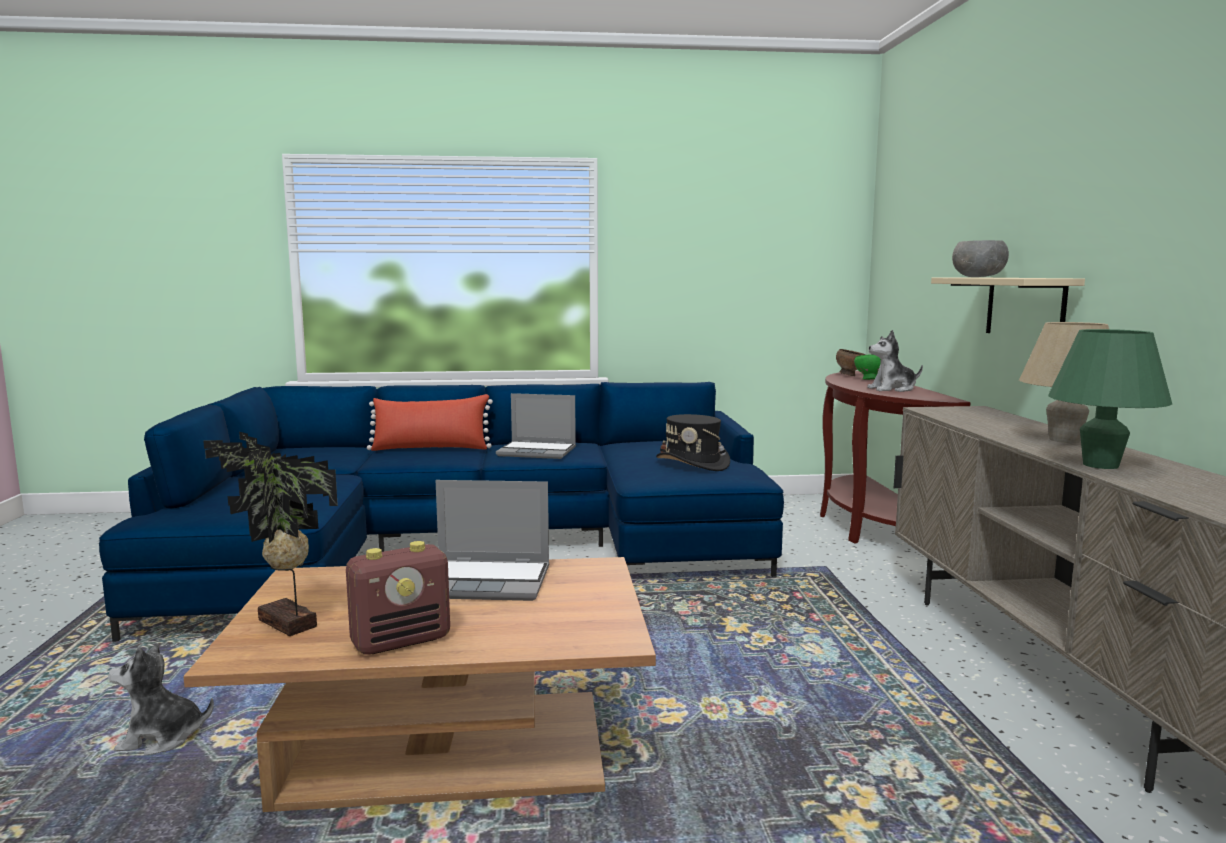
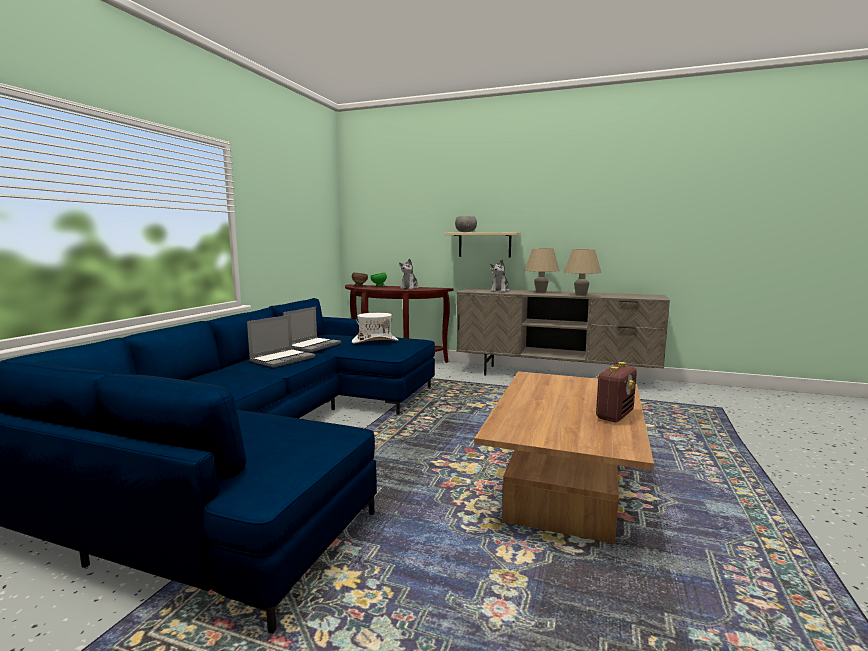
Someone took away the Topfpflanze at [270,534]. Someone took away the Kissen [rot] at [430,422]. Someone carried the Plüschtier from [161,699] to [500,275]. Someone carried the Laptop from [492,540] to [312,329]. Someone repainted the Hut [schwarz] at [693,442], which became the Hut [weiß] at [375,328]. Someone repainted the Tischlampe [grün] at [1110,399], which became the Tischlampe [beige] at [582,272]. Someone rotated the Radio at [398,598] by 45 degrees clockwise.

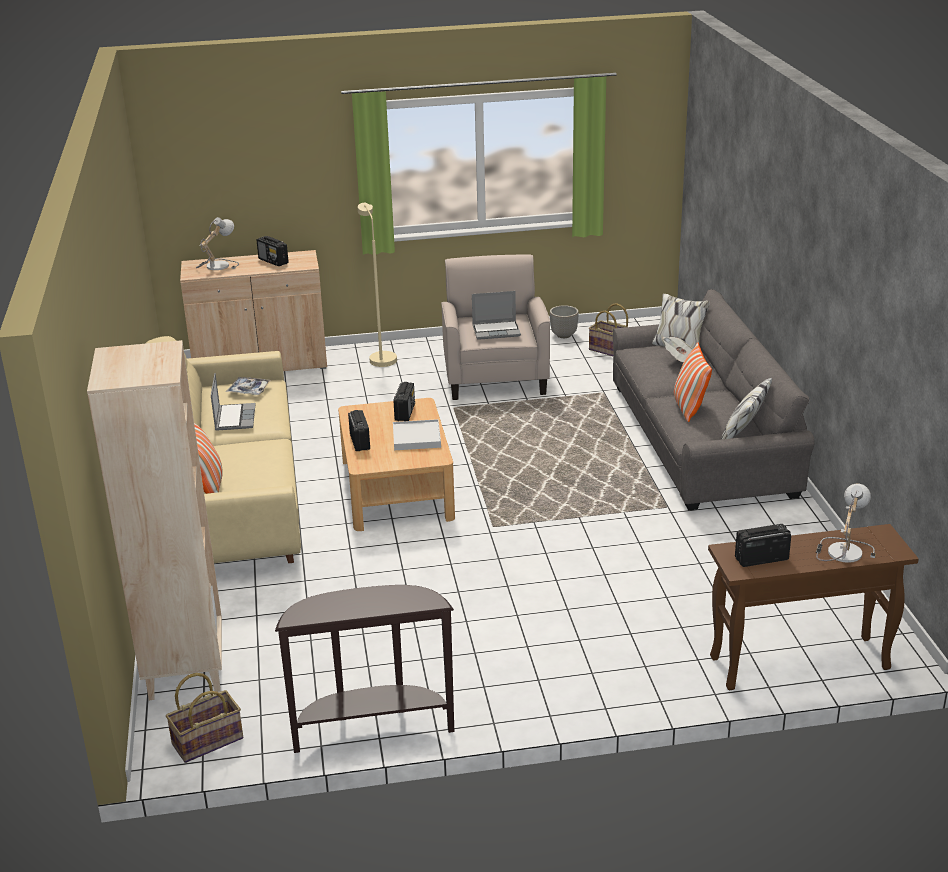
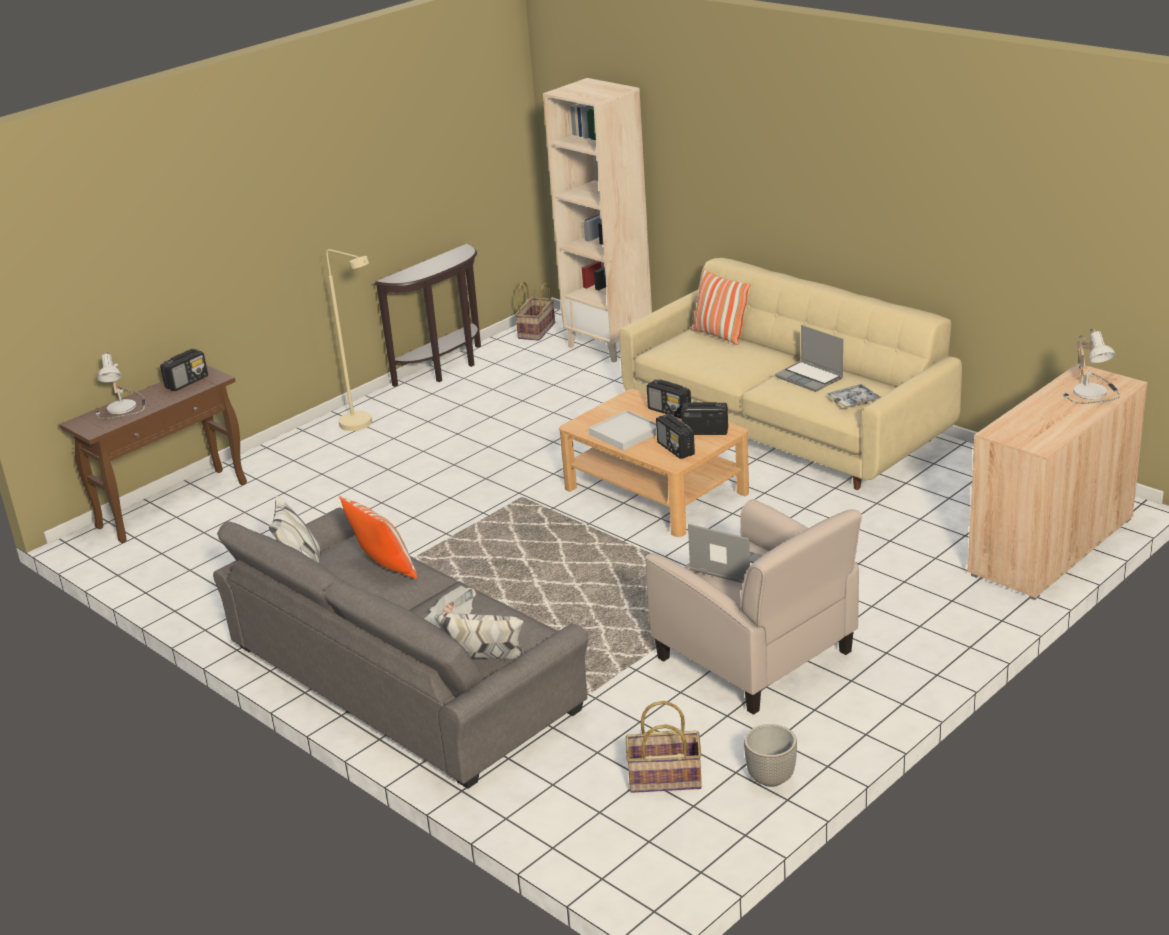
Someone carried the Radio from [273,251] to [704,418]. Someone carried the Stehlampe [beige] from [377,284] to [349,340]. Someone rotated the Laptop at [496,315] by 75 degrees clockwise.

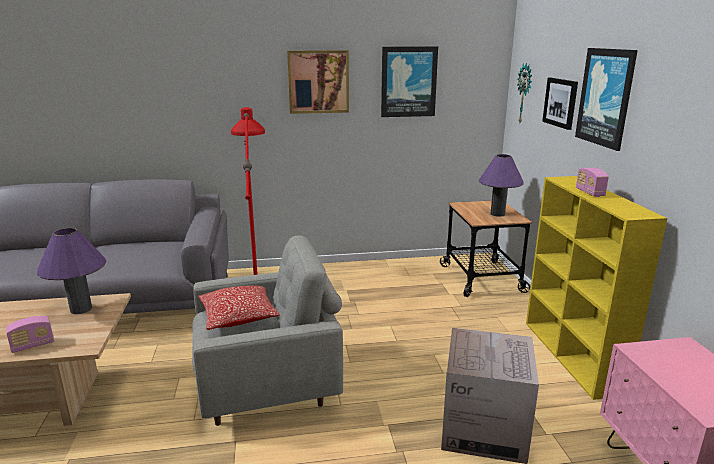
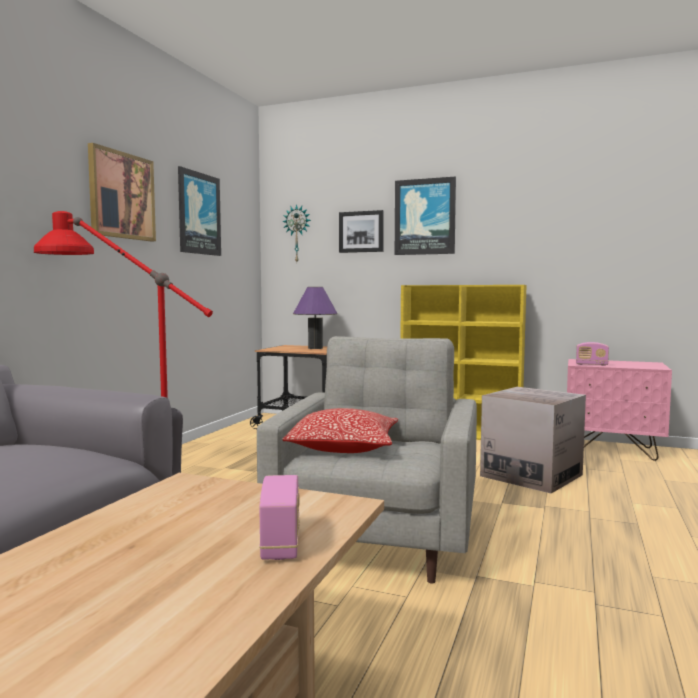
Someone took away the Tischlampe [lila] at [71,271]. Someone carried the Radio from [592,182] to [592,354].

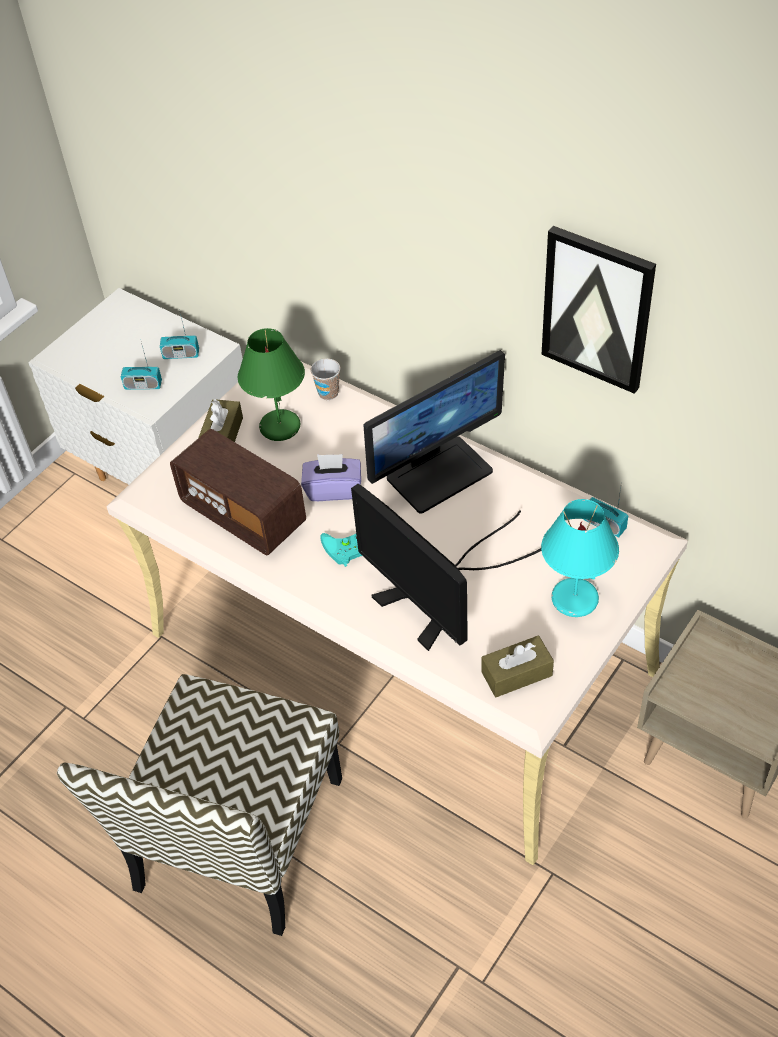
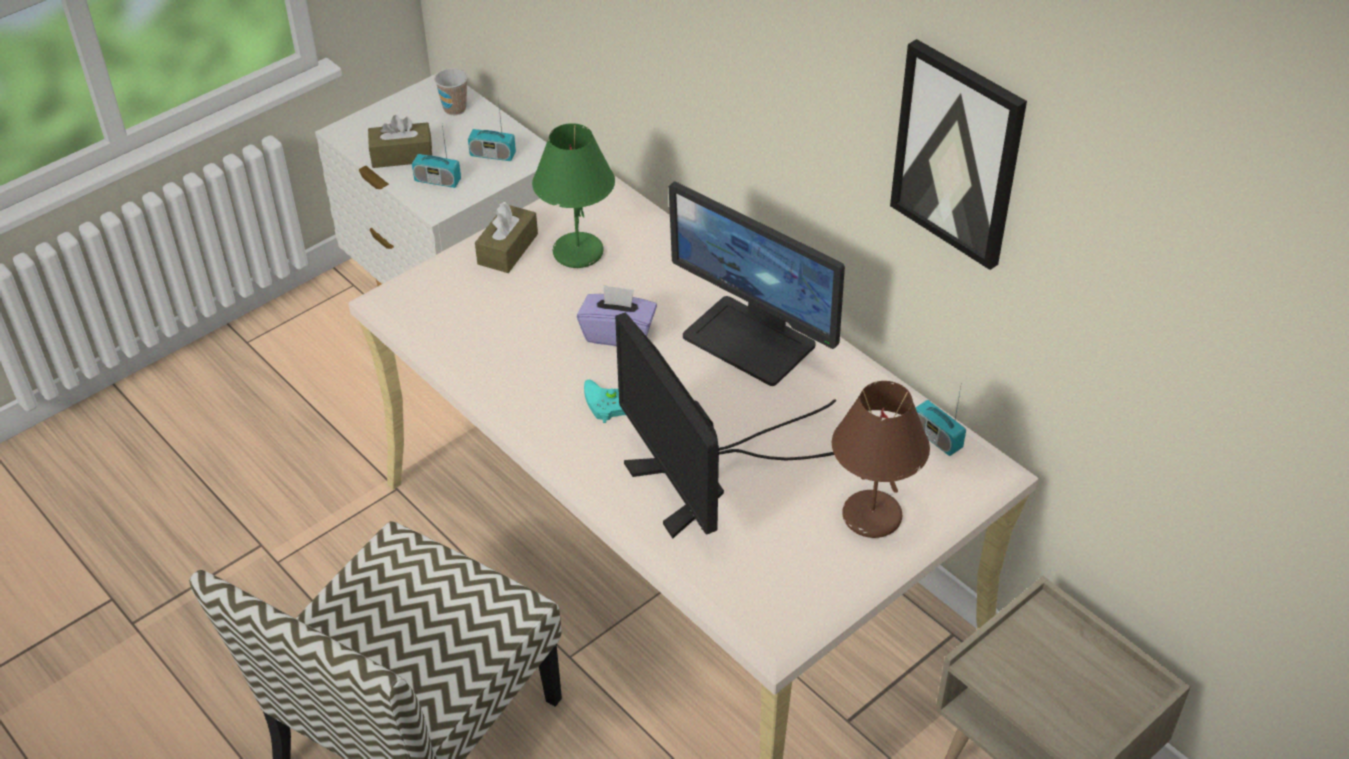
Someone took away the Radio at [238,492]. Someone carried the Tasse from [325,379] to [451,91]. Someone carried the Taschentuchbox [braun] from [517,666] to [400,141]. Someone repainted the Tischlampe [türkis] at [580,558], which became the Tischlampe [braun] at [881,459]. Someone rotated the Monitor at [434,432] by 60 degrees clockwise.

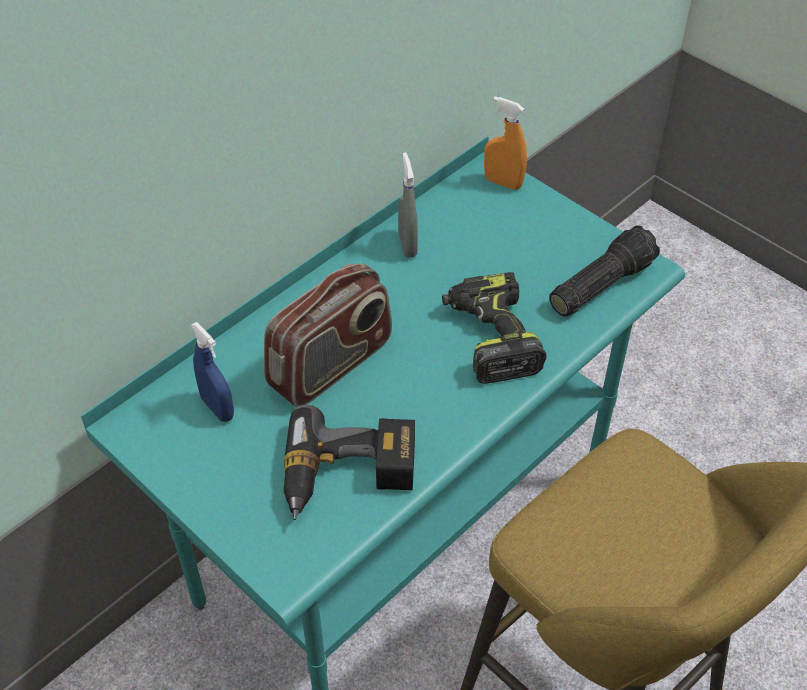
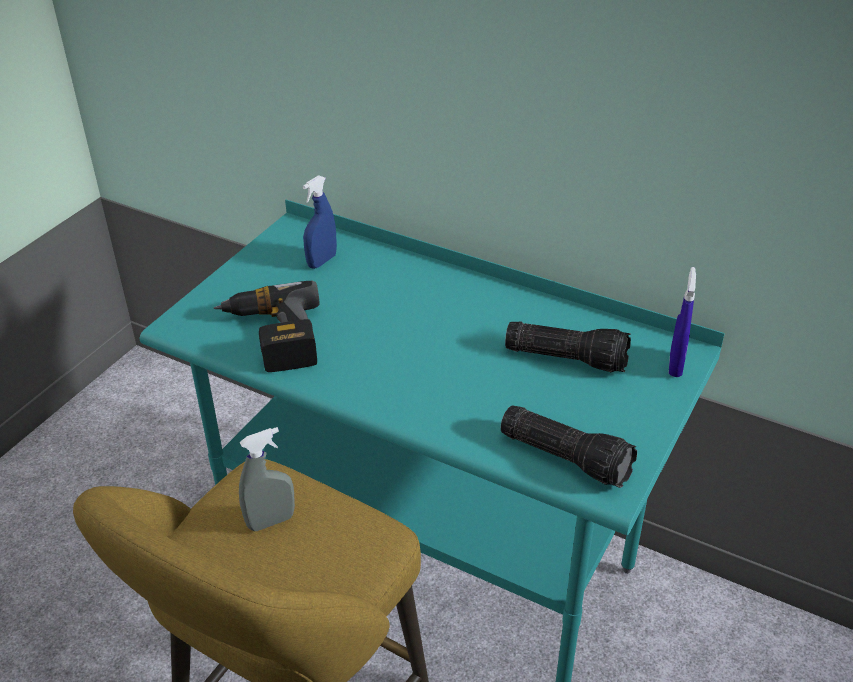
Someone took away the Radio at [328,335]. Someone took away the Bohrmaschine at [494,328]. Someone put down the Taschenlampe at [568,347]. Someone carried the Sprühflasche [grau] from [408,205] to [267,479]. Someone repainted the Sprühflasche [orange] at [505,143], which became the Sprühflasche [blau] at [682,322].

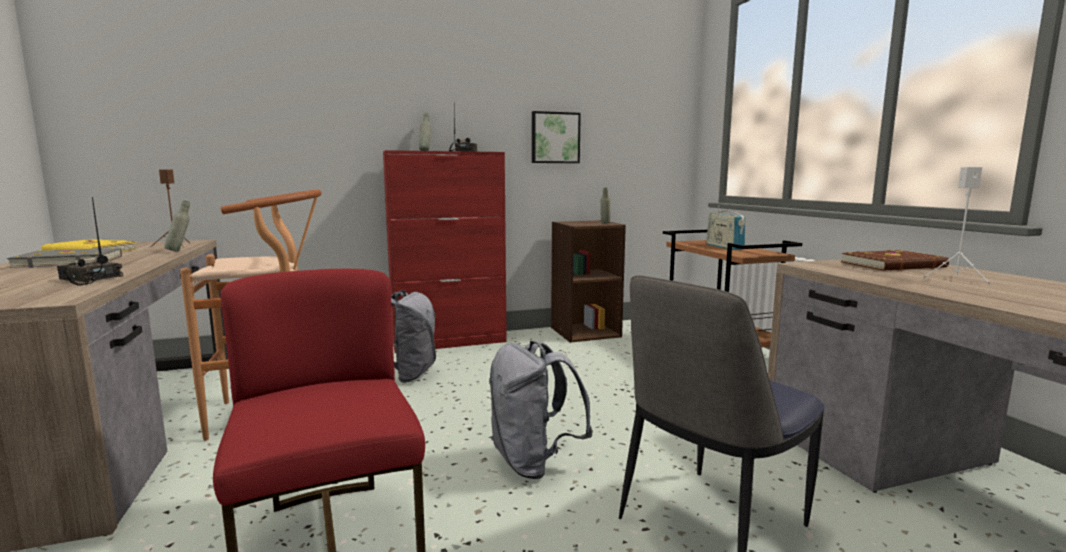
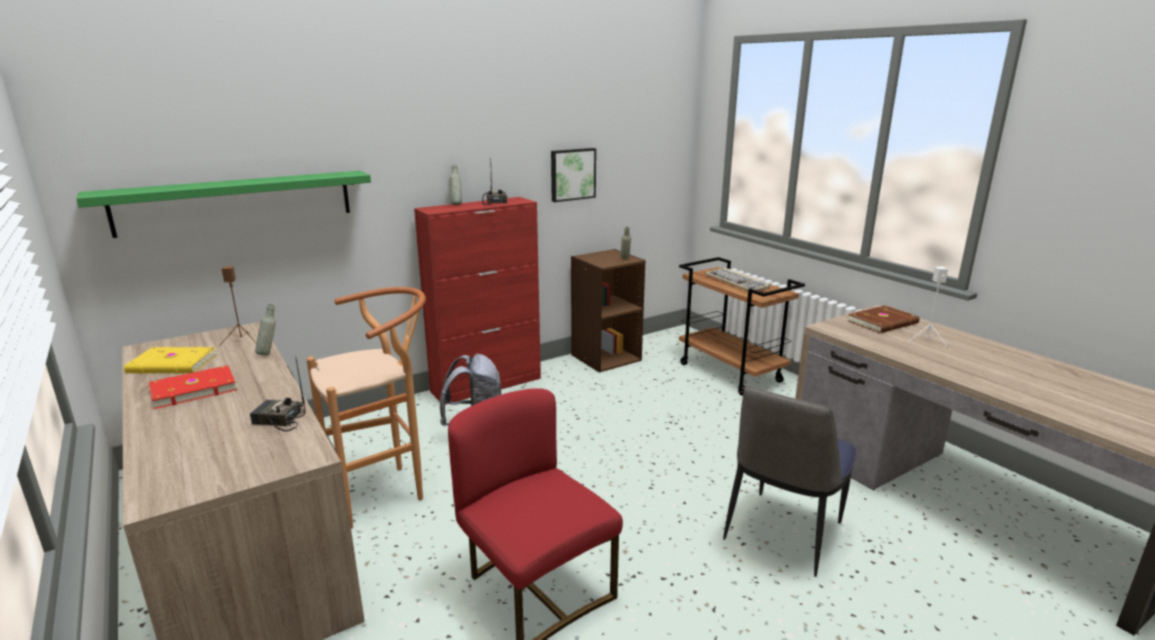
Someone took away the Rucksack [grau] at [541,410]. Someone put up the Wandregal [grün] at [223,204]. Someone swapped the Radio at [726,228] for the Tastatur at [737,279]. Someone repainted the Buch [grau] at [64,258], which became the Buch [rot] at [193,387].

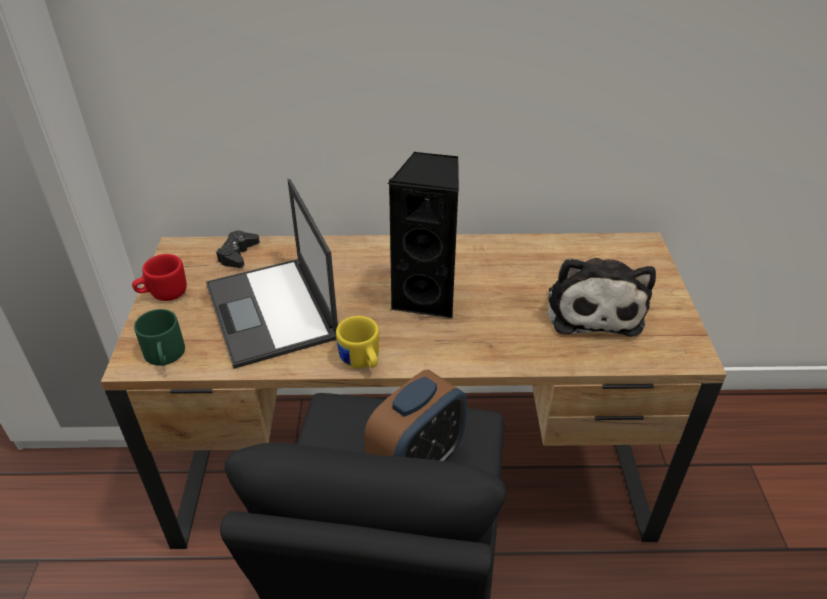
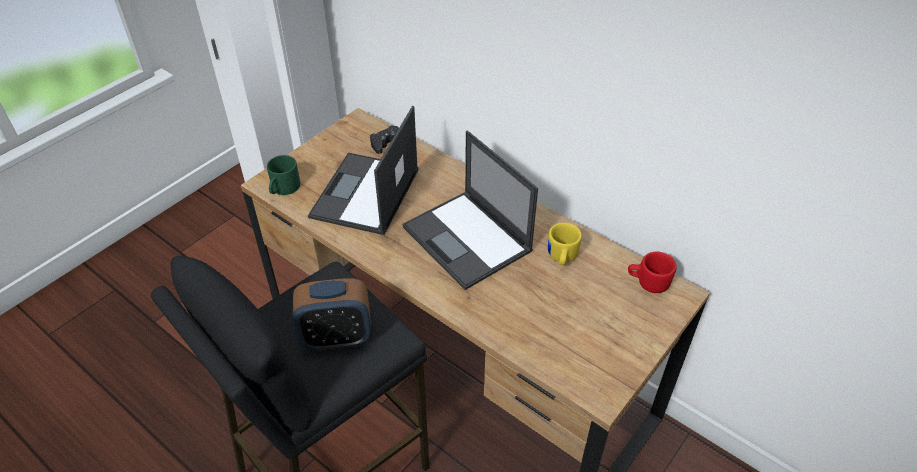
Someone took away the Plüschtier at [602,297]. Someone carried the Henkelbecher [rot] from [159,277] to [652,272]. Someone carried the Henkelbecher [gelb] from [357,342] to [565,244]. Someone swapped the Lautsprecher [schwarz] at [423,235] for the Laptop at [470,210].

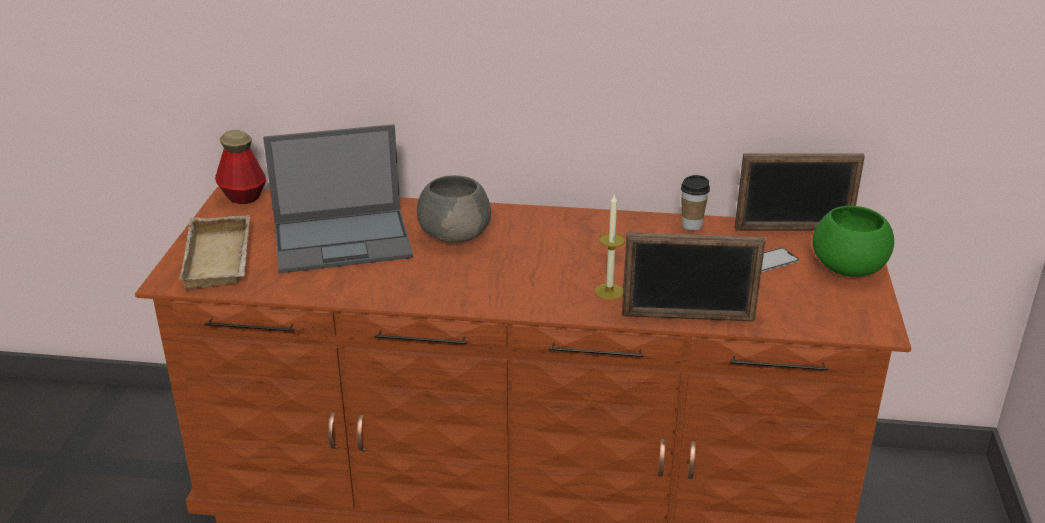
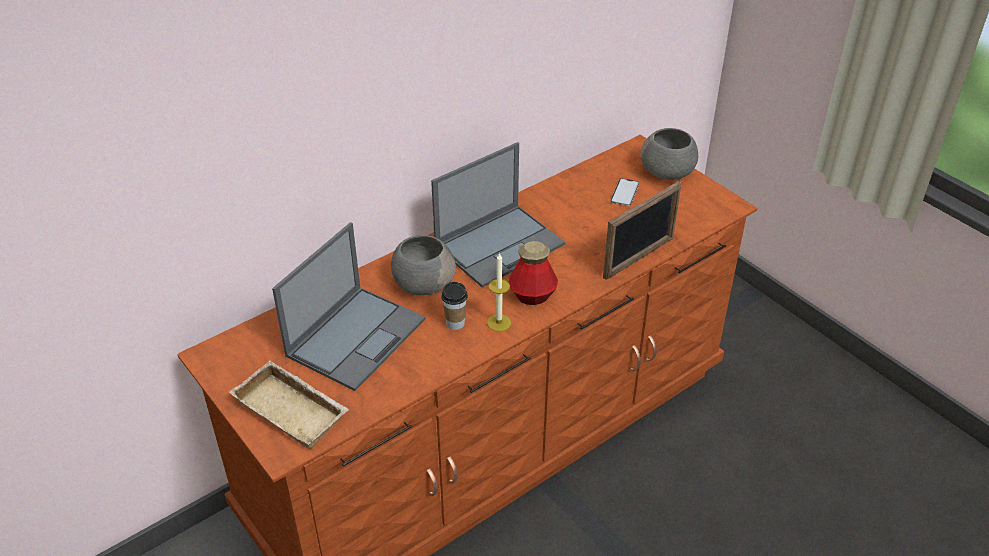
Someone took away the Bilderrahmen at [800,192]. Someone put down the Laptop at [498,214]. Someone carried the Flasche from [240,167] to [533,273]. Someone carried the Kerze from [610,247] to [499,292]. Someone carried the Tasse from [695,203] to [454,306]. Someone repainted the Schüssel [grün] at [853,241], which became the Schüssel [grau] at [669,154].

